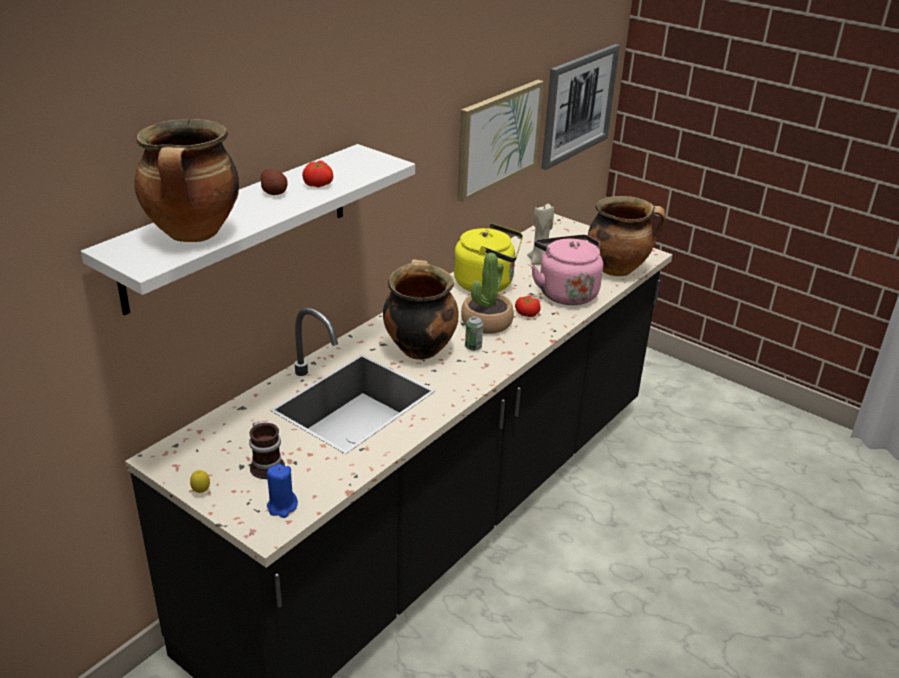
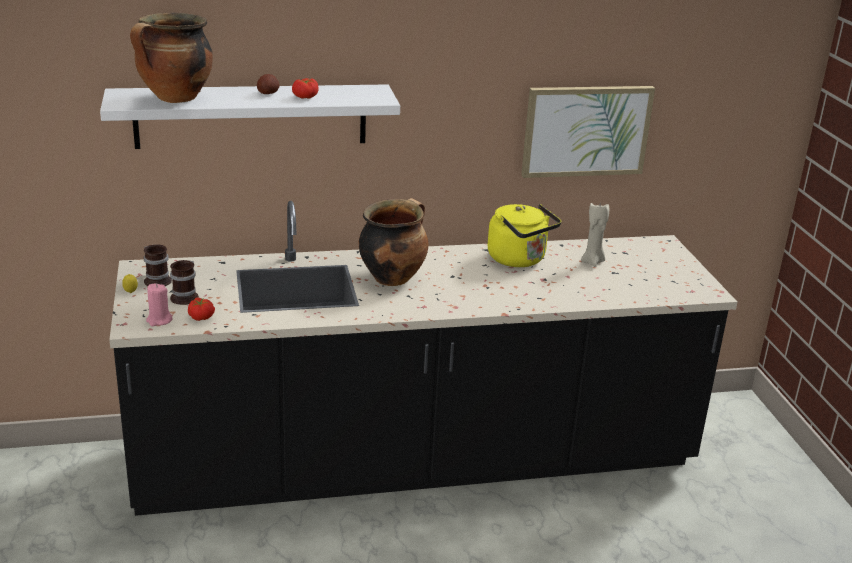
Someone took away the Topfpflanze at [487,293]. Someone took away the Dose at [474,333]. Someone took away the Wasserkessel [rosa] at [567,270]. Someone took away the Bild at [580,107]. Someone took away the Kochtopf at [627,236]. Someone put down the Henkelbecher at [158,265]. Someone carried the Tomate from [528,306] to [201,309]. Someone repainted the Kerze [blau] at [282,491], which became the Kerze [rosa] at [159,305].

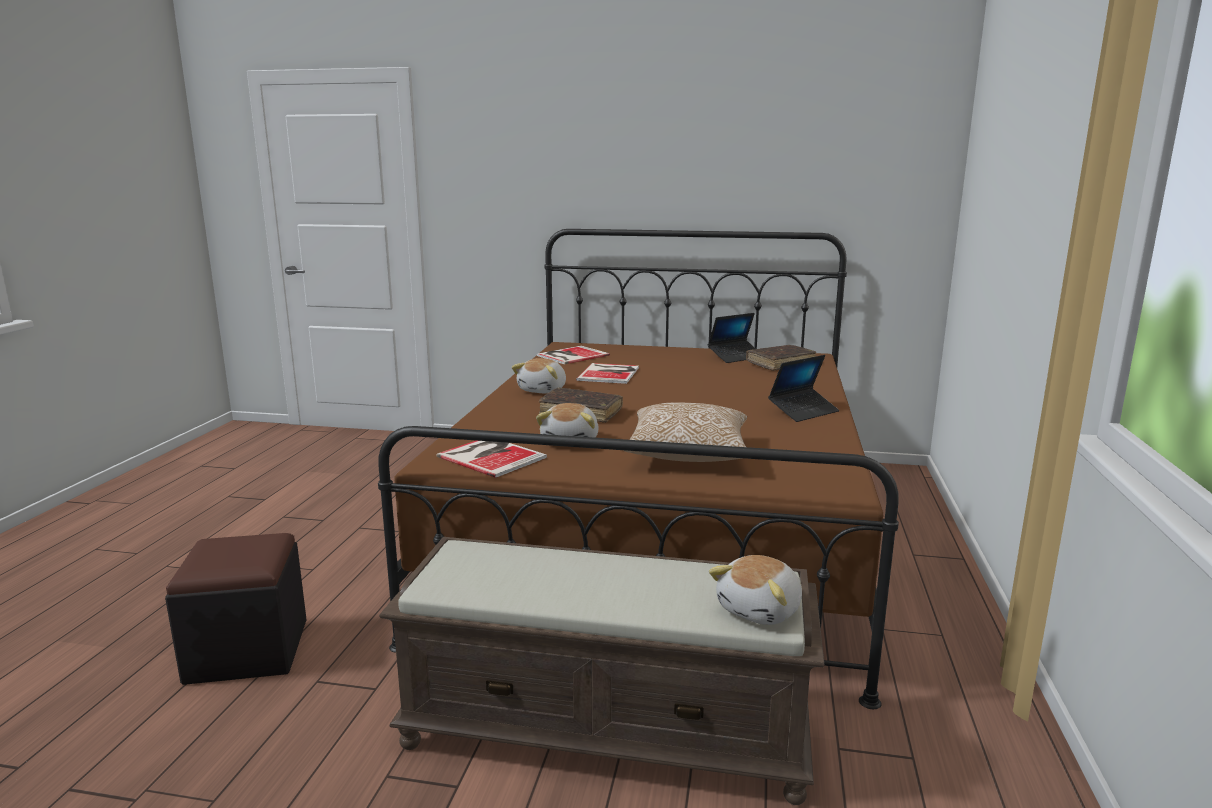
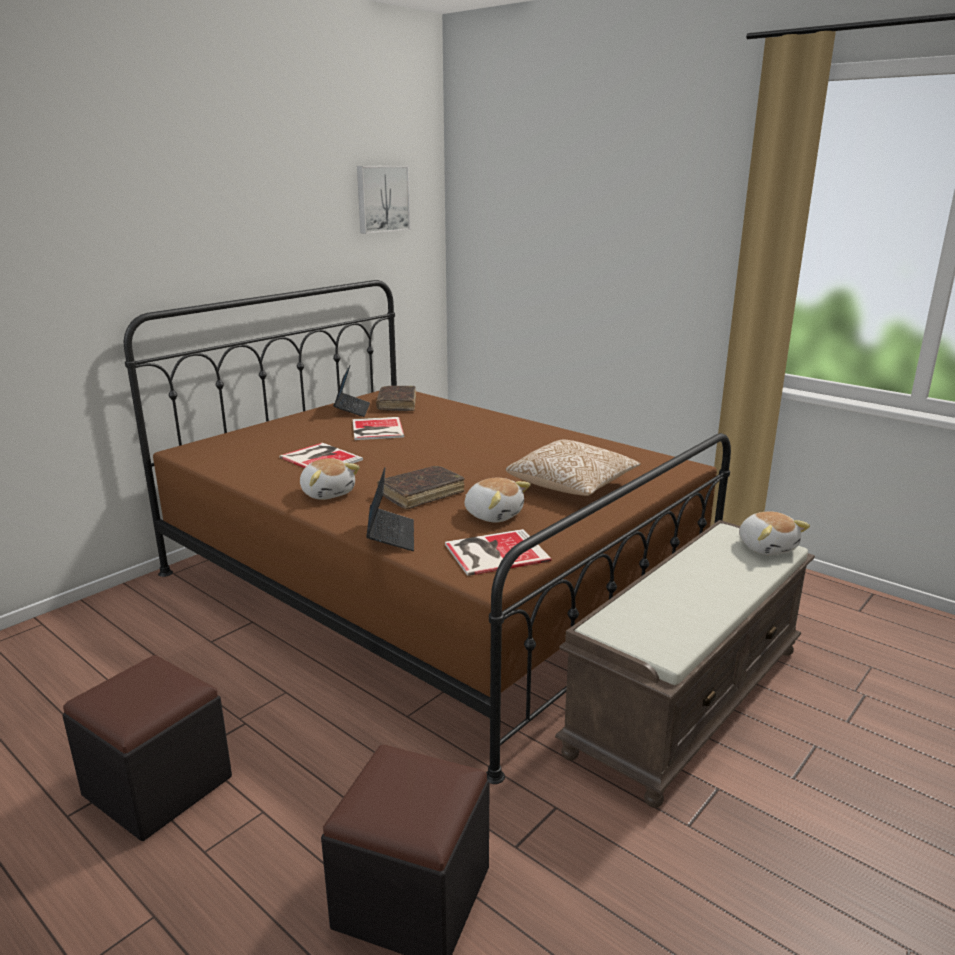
Someone put down the Polsterhocker [schwarz] at [147,748]. Someone put up the Bild at [384,200]. Someone carried the Buch from [573,355] to [379,428]. Someone carried the Laptop from [803,388] to [390,509].

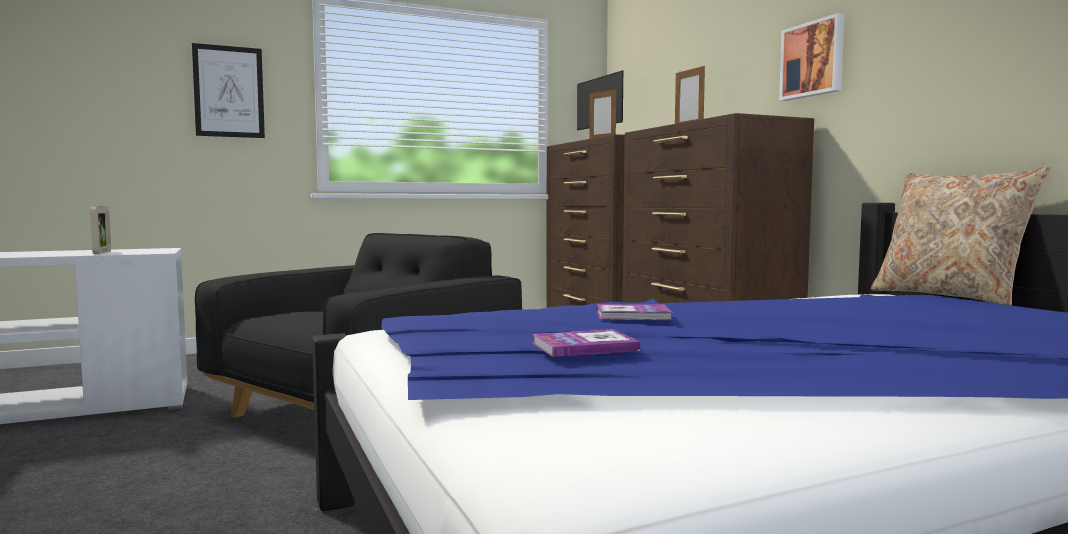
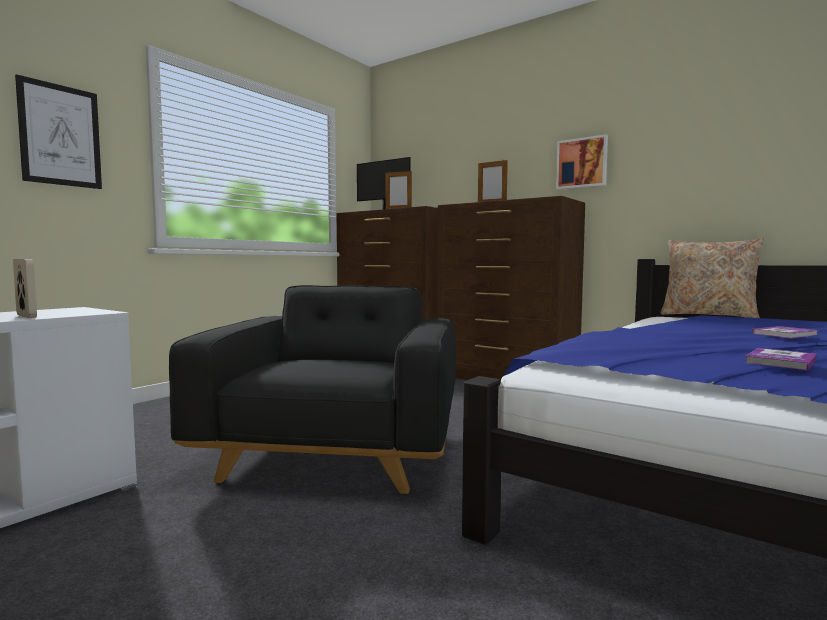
Someone carried the Buch from [634,312] to [784,332].

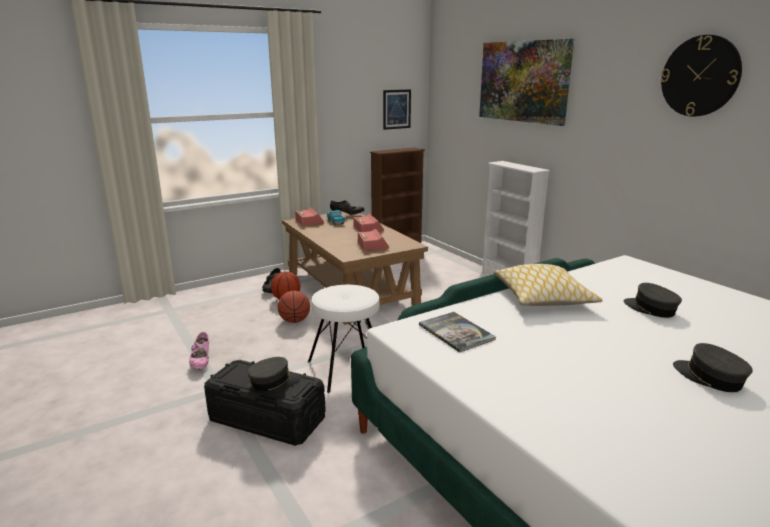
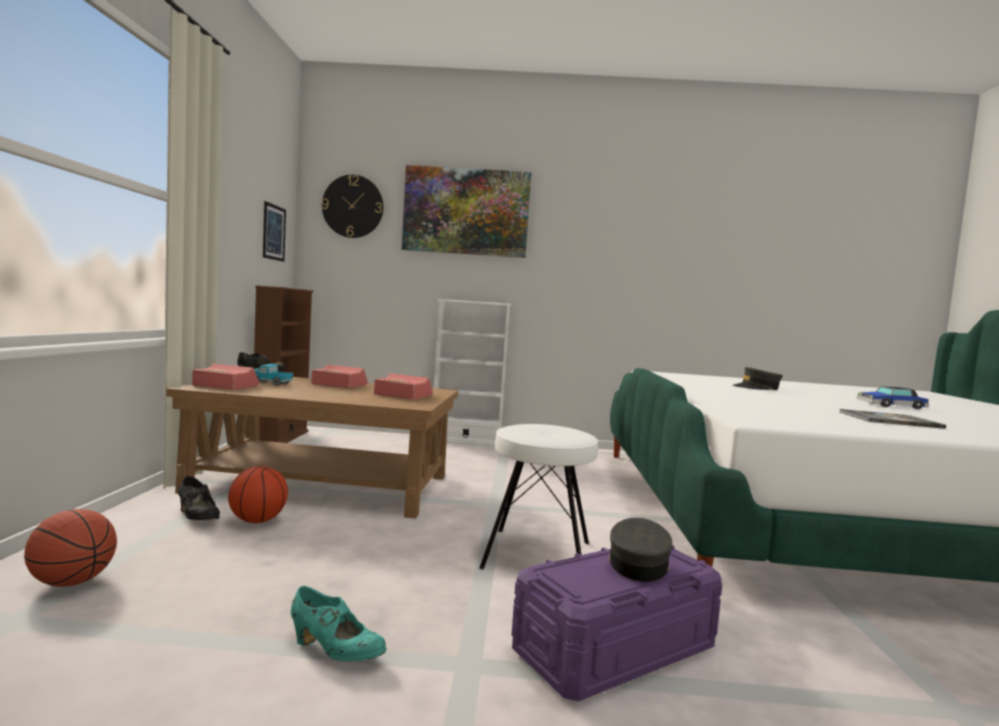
Someone took away the Kissen at [548,285]. Someone carried the Basketball from [293,307] to [70,548]. Someone carried the Buch from [457,332] to [893,419]. Someone carried the Wanduhr from [701,75] to [352,206]. Someone swapped the Kappe [grau] at [713,367] for the Spielzeugauto at [893,397]. Someone repainted the Schuh [rosa] at [199,350], which became the Schuh [türkis] at [338,623]. Someone repainted the Aufbewahrungsbox [schwarz] at [265,403], which became the Aufbewahrungsbox [lila] at [617,623].

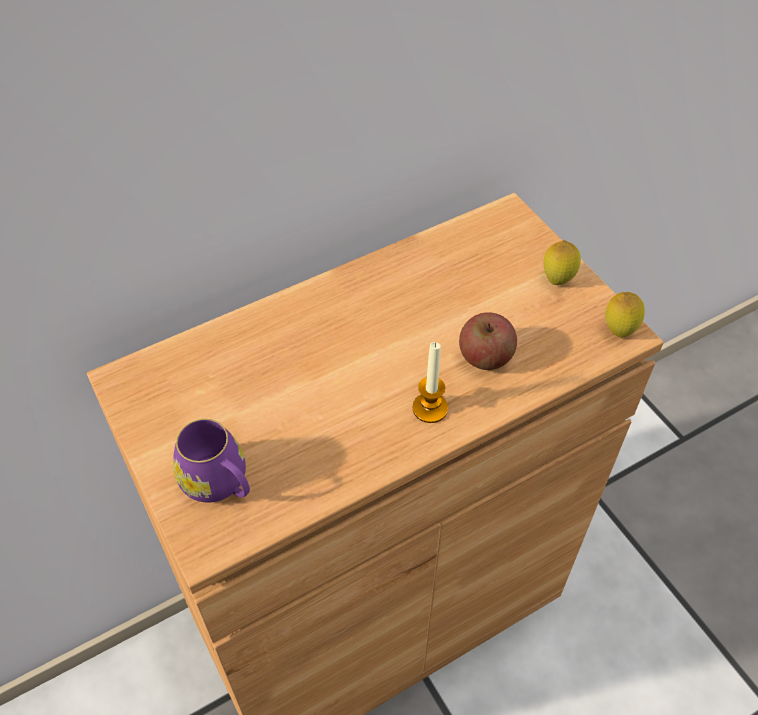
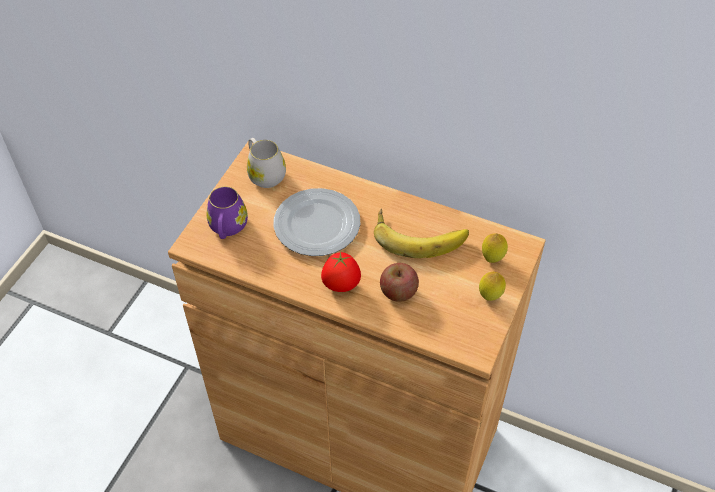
Someone put down the Henkelbecher [weiß] at [266,163]. Someone put down the Teller at [316,222]. Someone put down the Banane at [421,233]. Someone carried the Zitrone from [625,315] to [495,248]. Someone swapped the Kerze at [430,382] for the Tomate at [341,272].

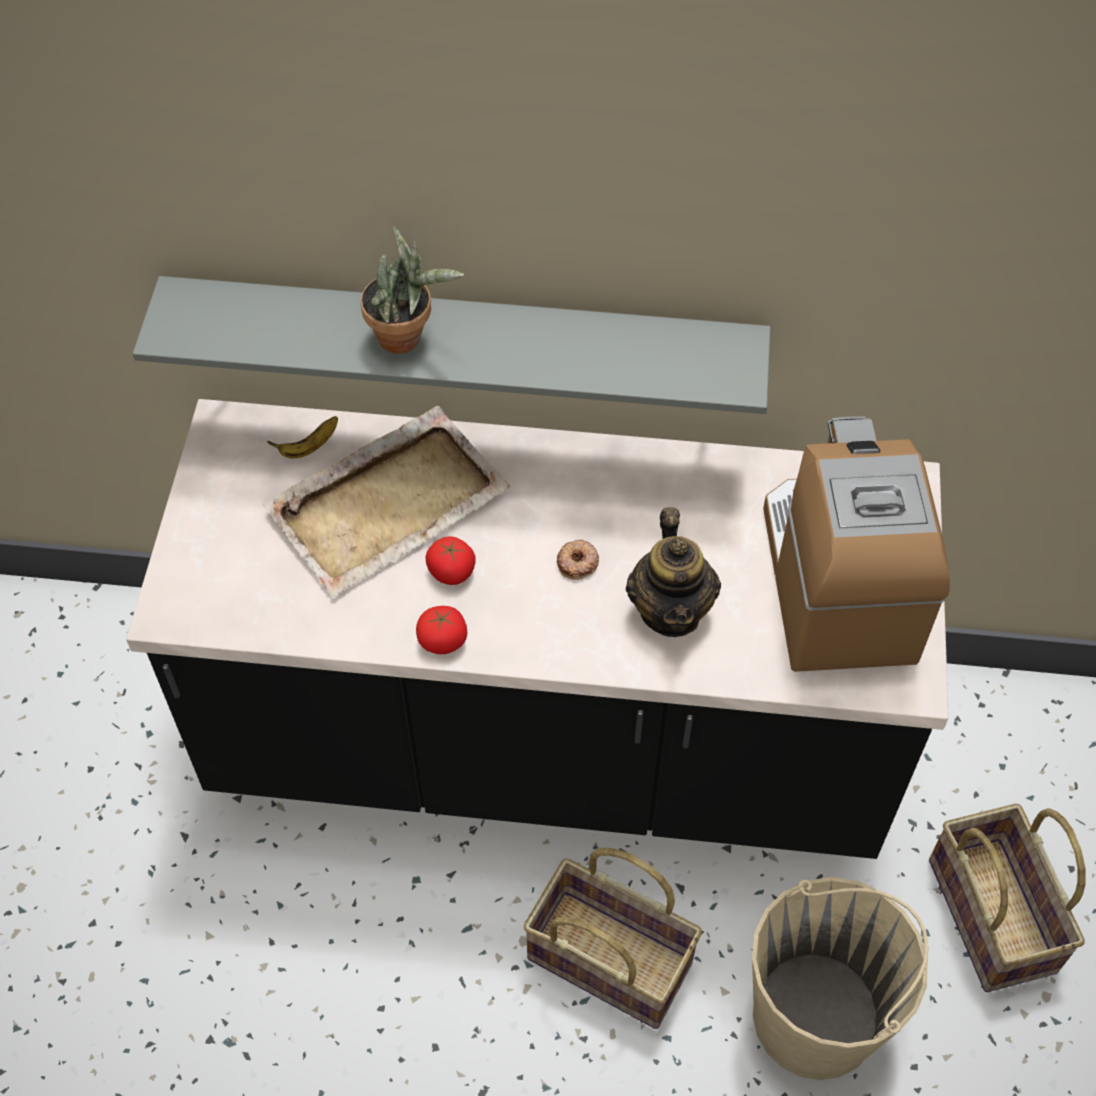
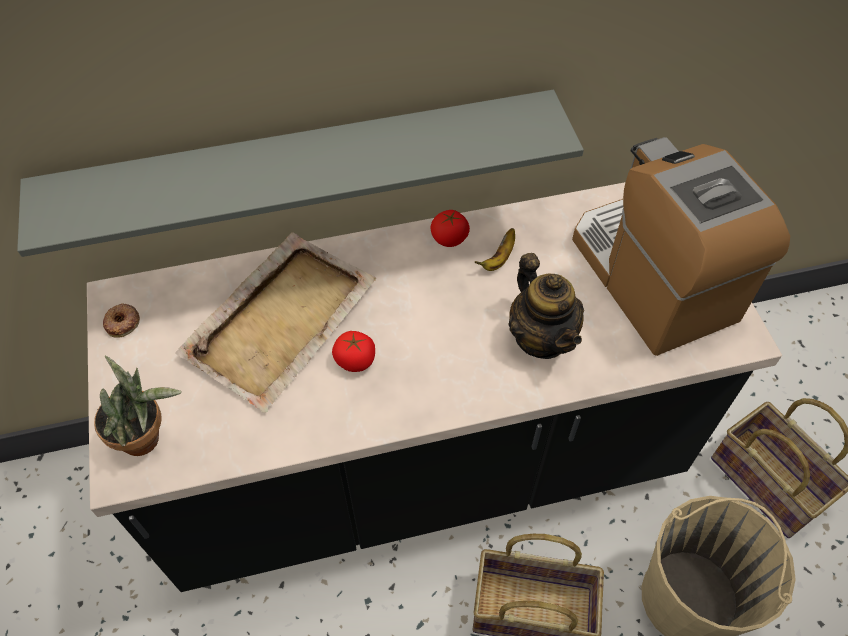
Someone carried the Banane from [302,437] to [495,249]. Someone carried the Topfpflanze from [412,289] to [138,406]. Someone carried the Tomate from [441,630] to [450,228]. Someone carried the Donut from [578,559] to [121,320].

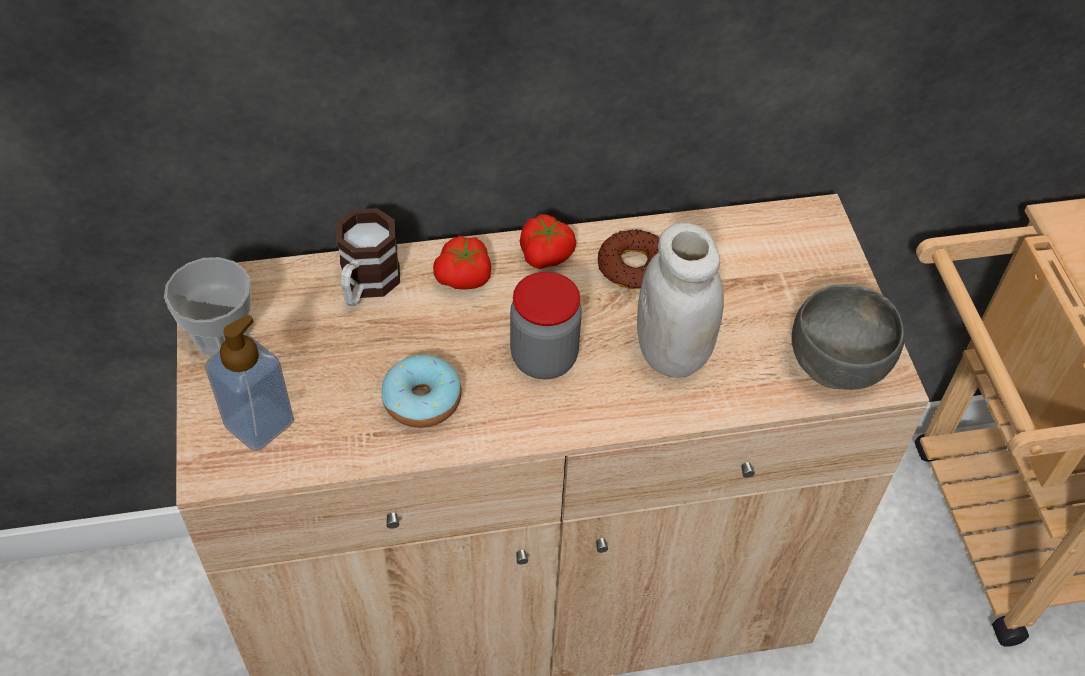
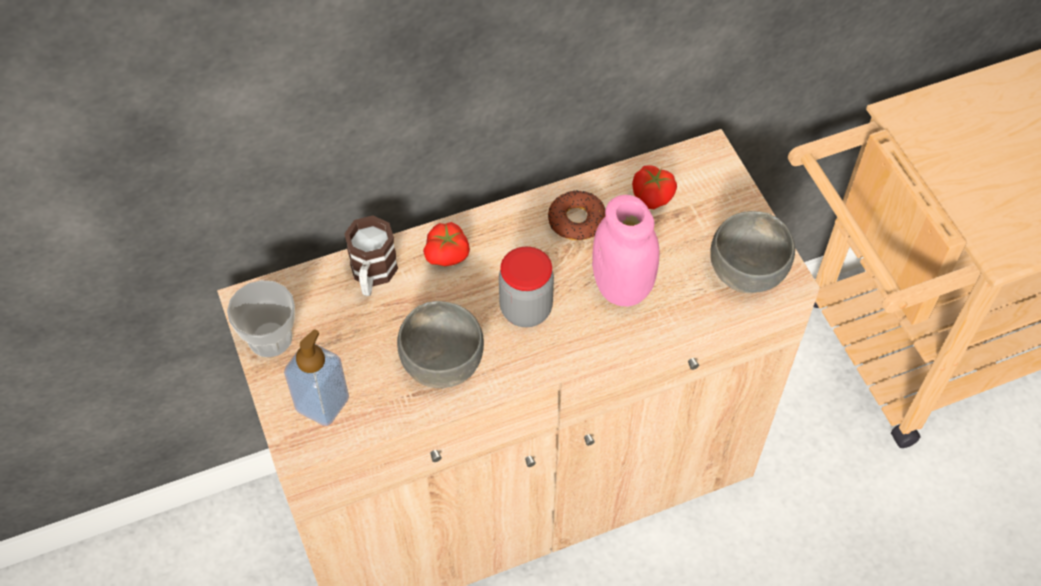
Someone carried the Tomate from [548,241] to [654,187]. Someone swapped the Donut at [422,391] for the Schüssel [grau] at [440,344]. Someone repainted the Vorratsglas [weiß] at [680,300], which became the Vorratsglas [rosa] at [626,251].

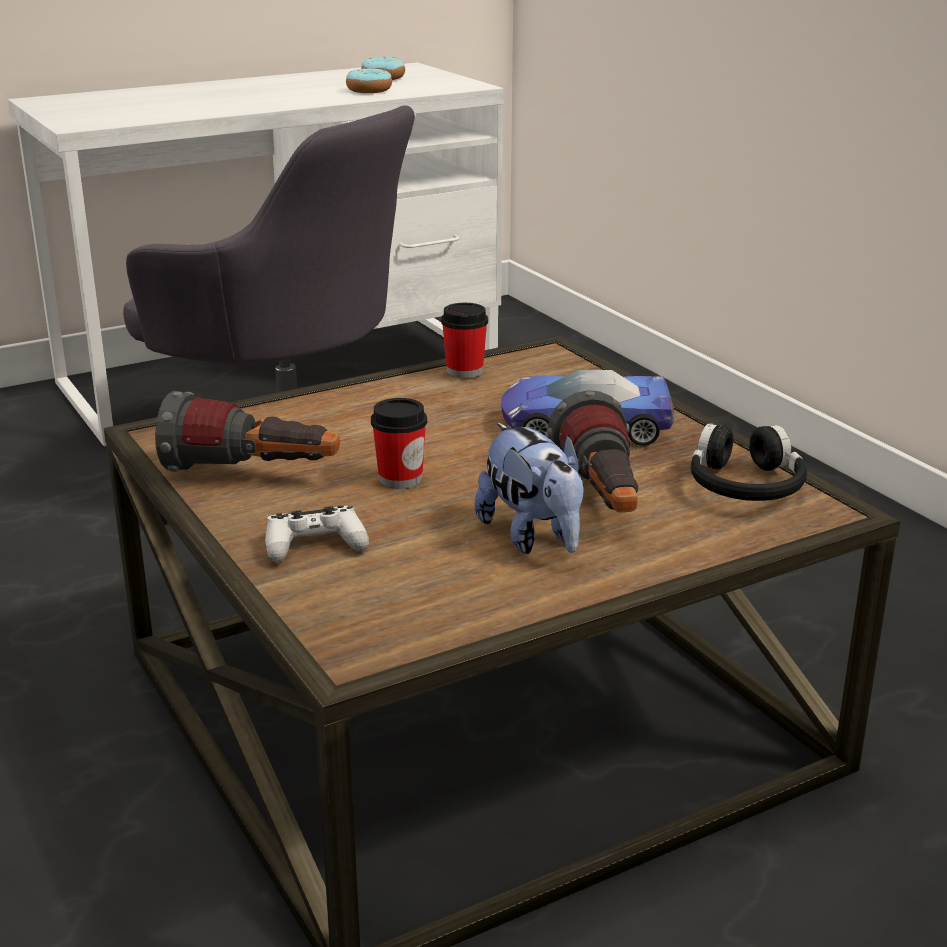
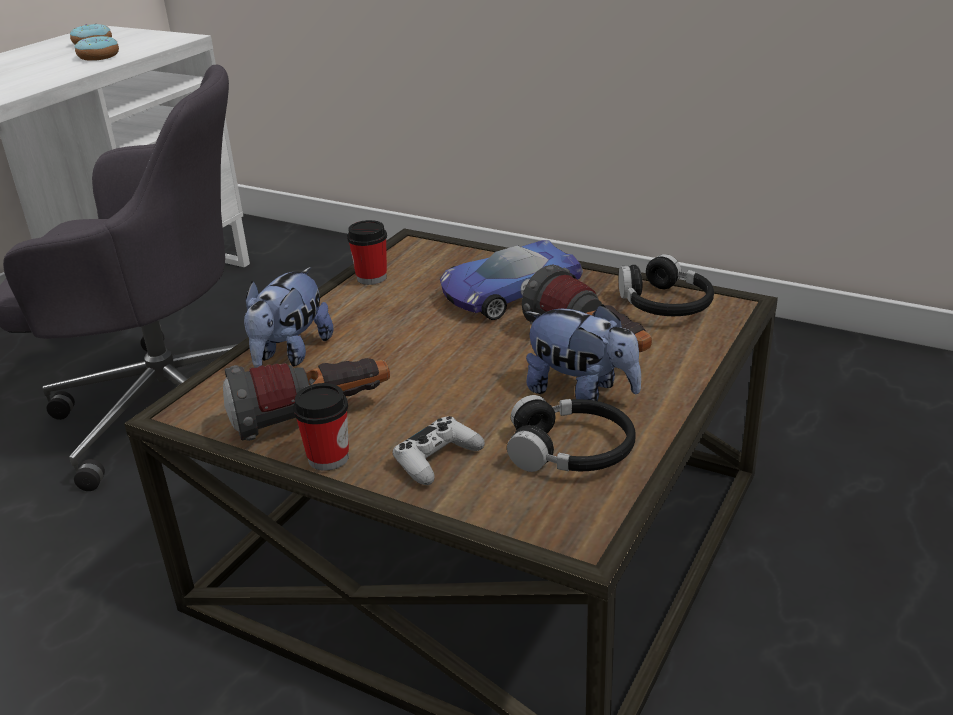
Someone put down the Plüschtier at [288,317]. Someone put down the Kopfhörer [schwarz] at [571,433]. Someone carried the Tasse from [399,443] to [321,427].

